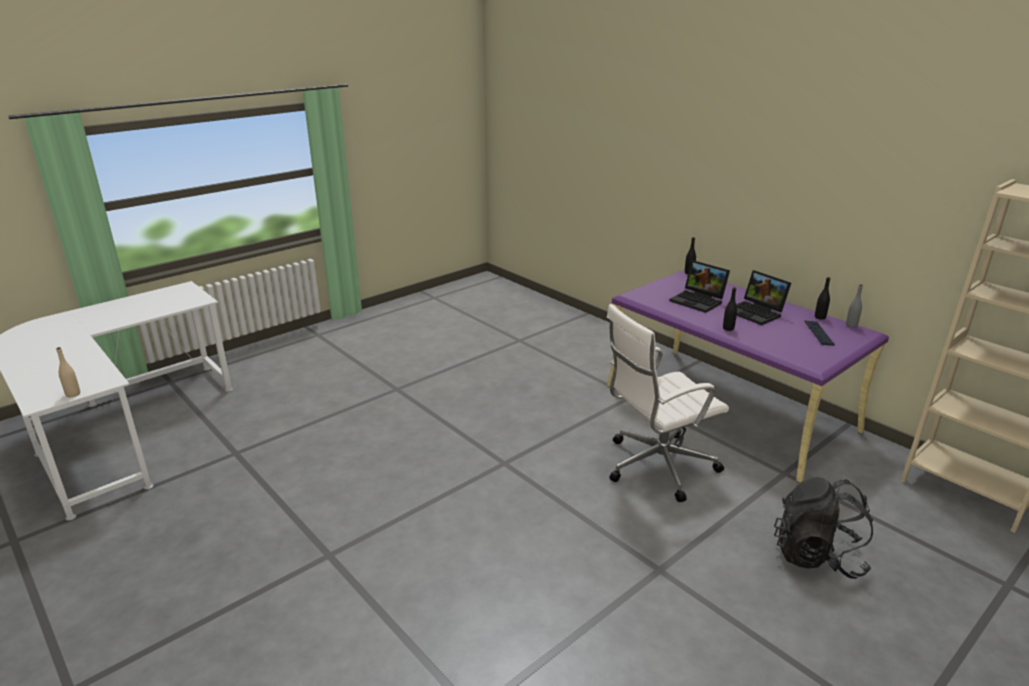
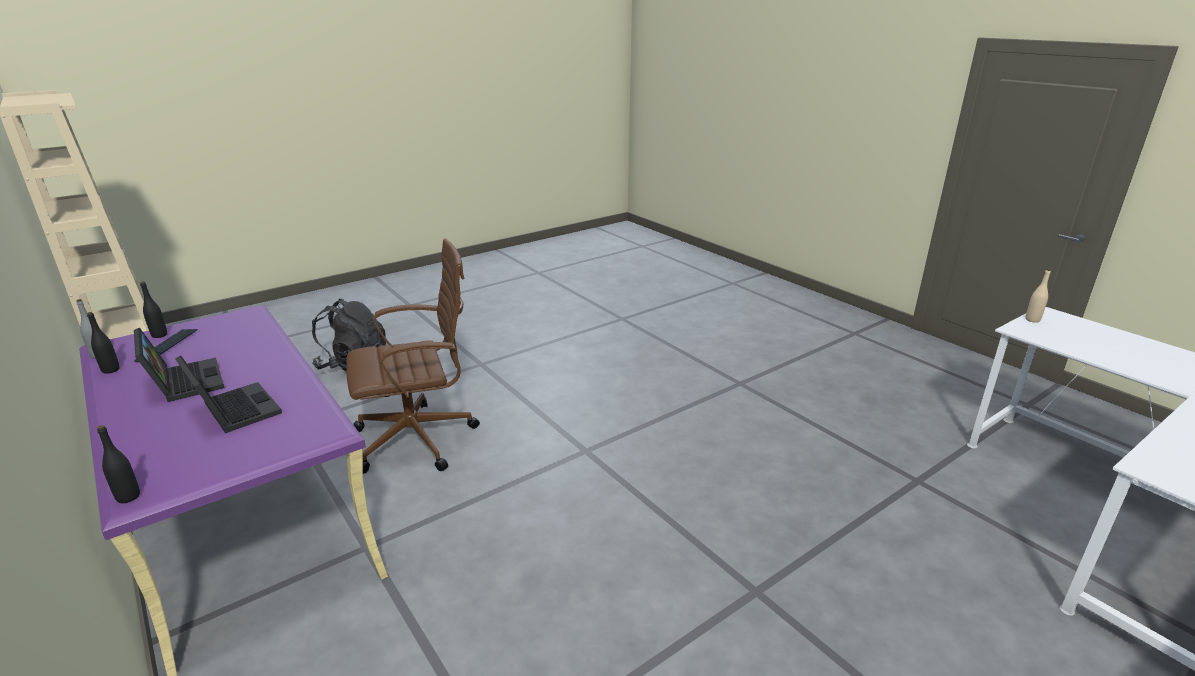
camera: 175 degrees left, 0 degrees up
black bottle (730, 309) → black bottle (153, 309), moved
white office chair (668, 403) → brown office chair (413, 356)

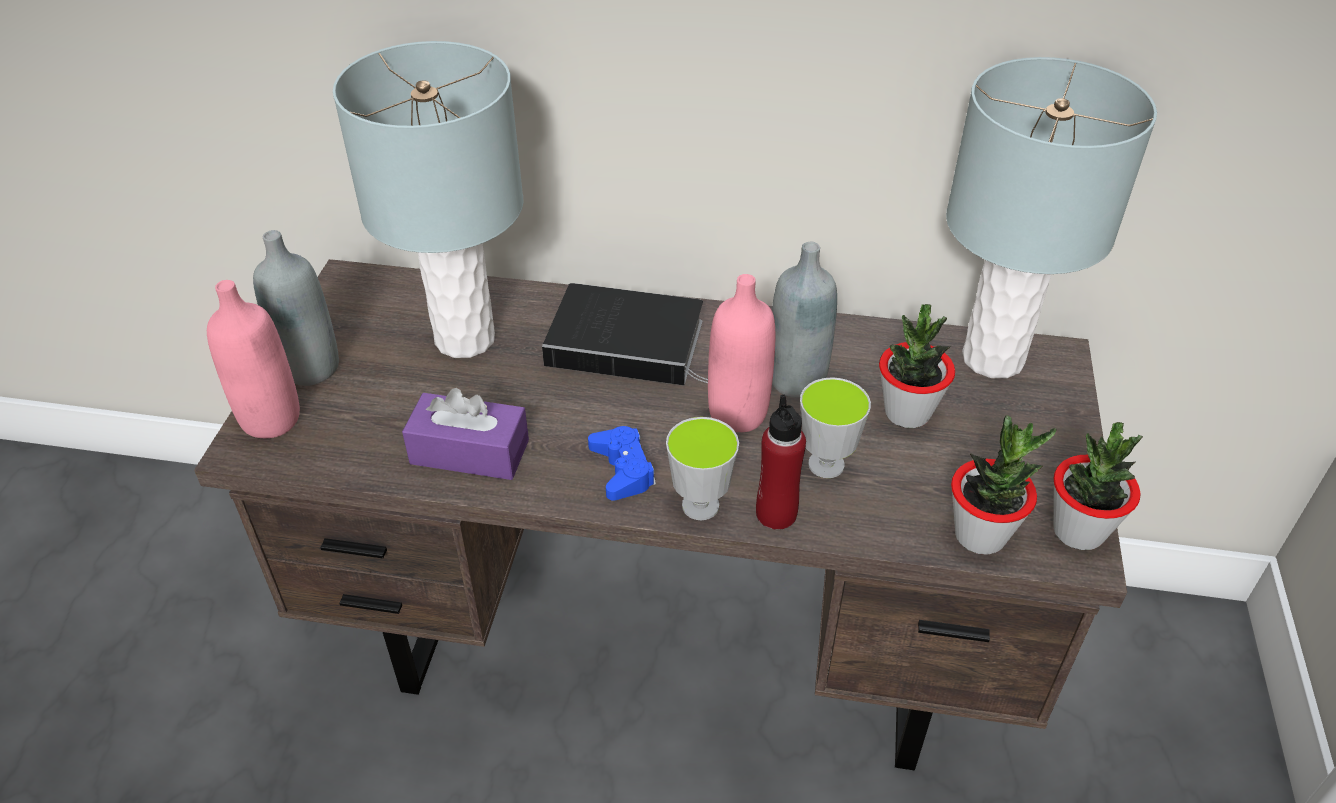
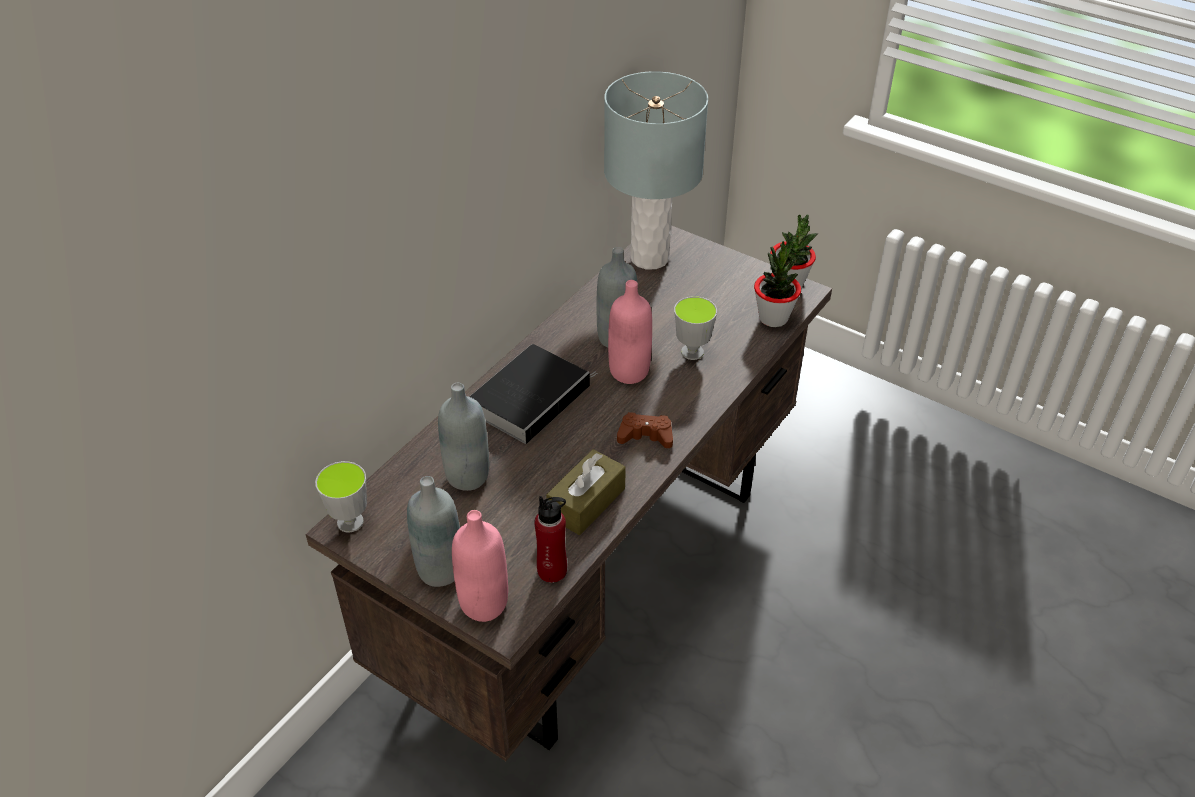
camera: 65 degrees left, 0 degrees up
cup (702, 468) → cup (341, 497), moved
grey table lamp (428, 199) → grey bottle (463, 437)
red bottle (781, 462) → red bottle (550, 539), moved
purple tissue box (465, 434) → brown tissue box (586, 492)
blue game controller (622, 463) → brown game controller (645, 430)
potted plant (917, 366) → -

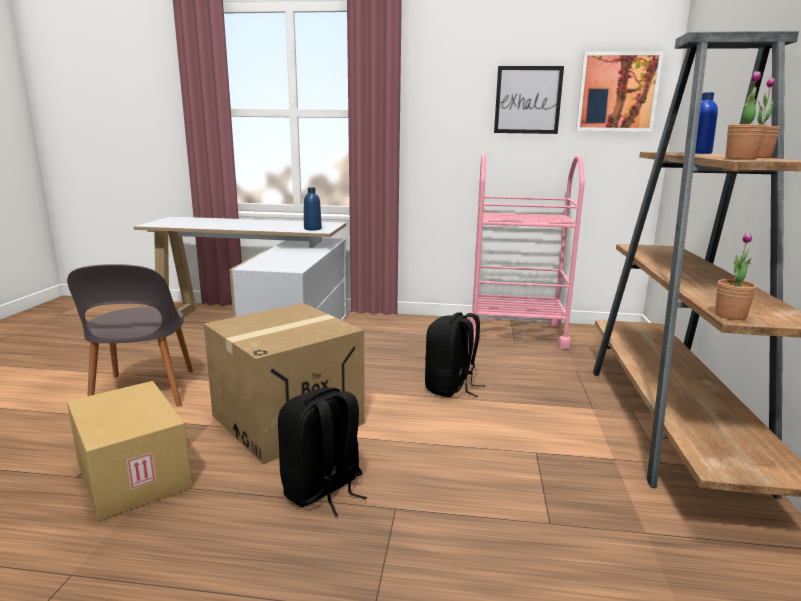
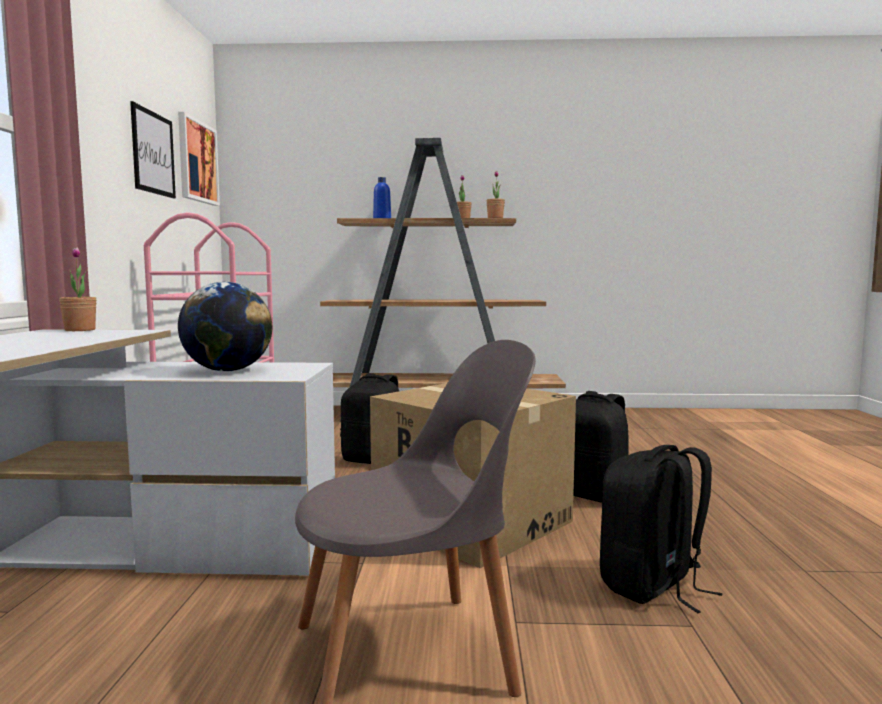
camera: 95 degrees left, 10 degrees down
potted plant (736, 276) → potted plant (78, 289), moved
- → globe (225, 326)
cardboard box (129, 451) → black backpack (661, 529)
blue bottle (313, 208) → -

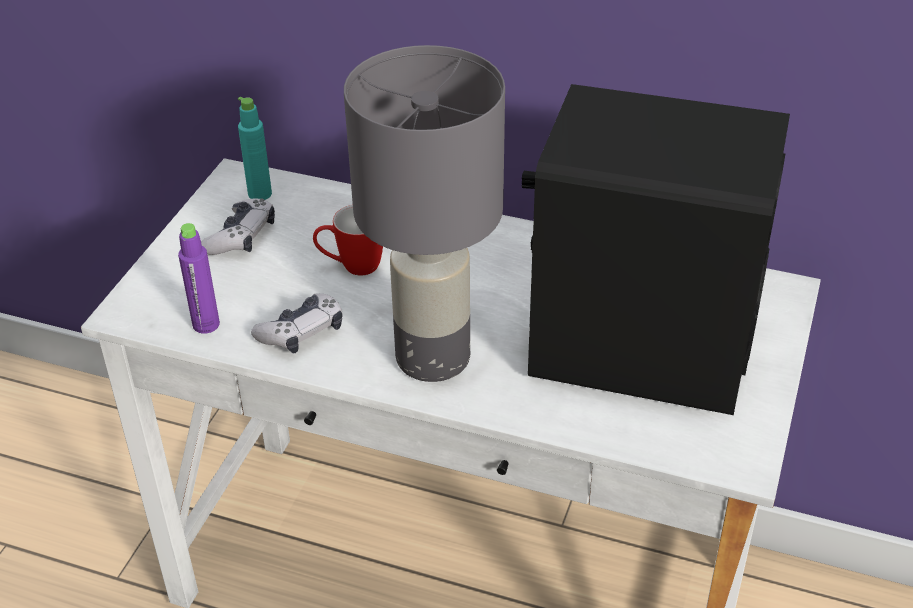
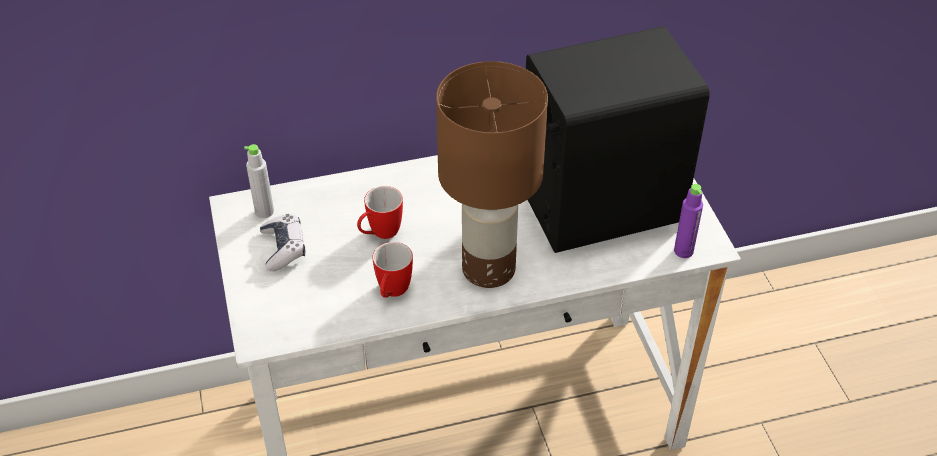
camera: 35 degrees left, 5 degrees up
turquoise bottle (255, 148) → grey bottle (259, 181)
game controller (297, 323) → mug (392, 270)
grey table lamp (424, 213) → brown table lamp (492, 174)
purple bottle (199, 278) → purple bottle (688, 221), moved

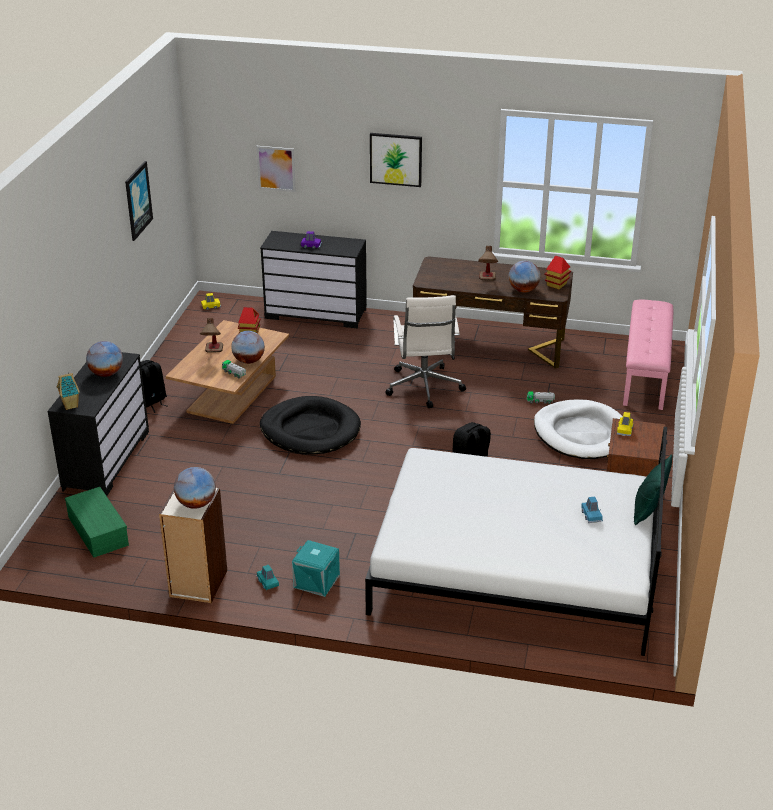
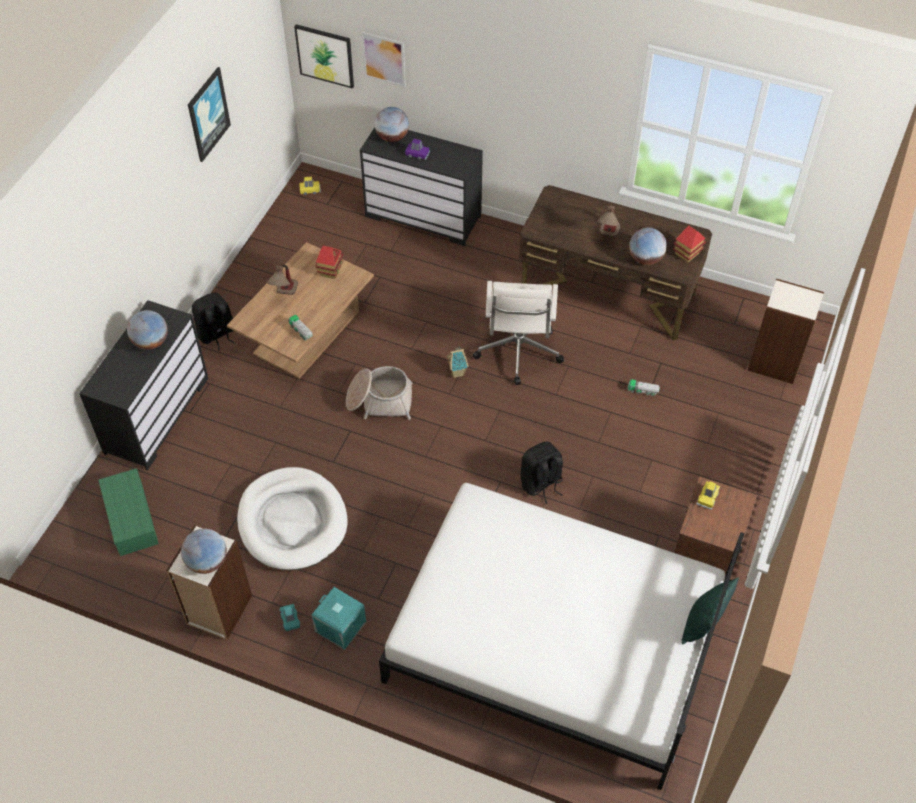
camera: 10 degrees right, 20 degrees up
white dog bed (578, 429) → white dog bed (292, 518), moved
picture (396, 160) → picture (324, 56), moved
black dog bed (310, 425) → basket (379, 393)
globe (248, 347) → globe (391, 124), moved
toy house (68, 391) → toy house (457, 361), moved
pink bench (648, 355) → bookcase (786, 331)
blue toy car (592, 509) → -

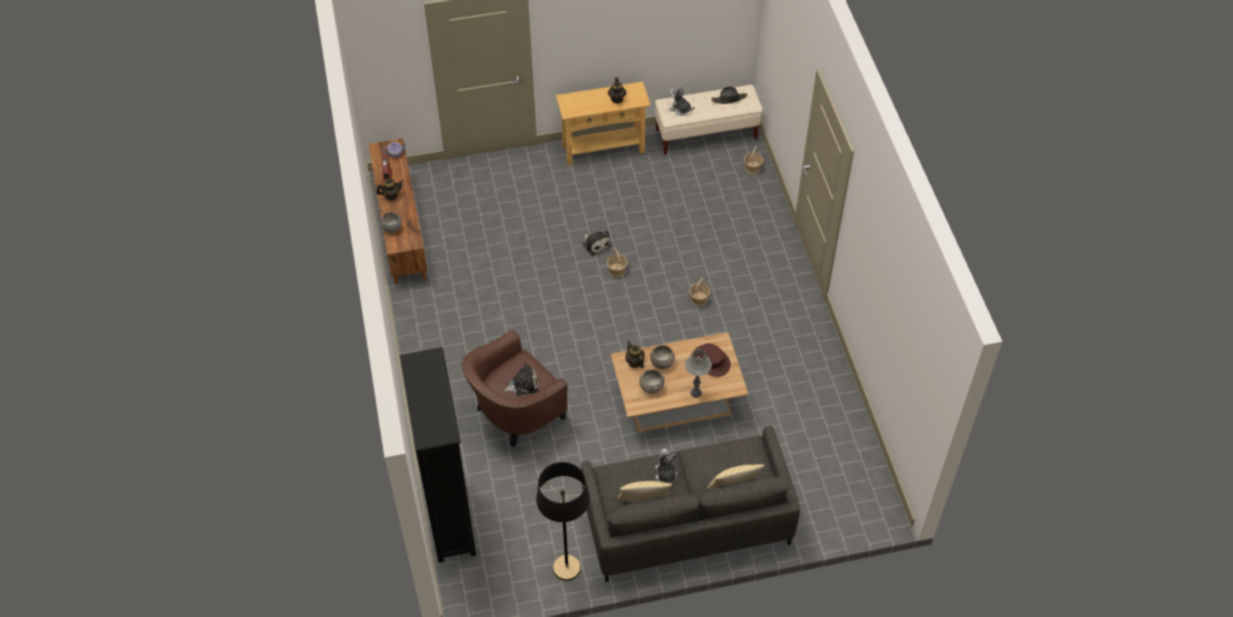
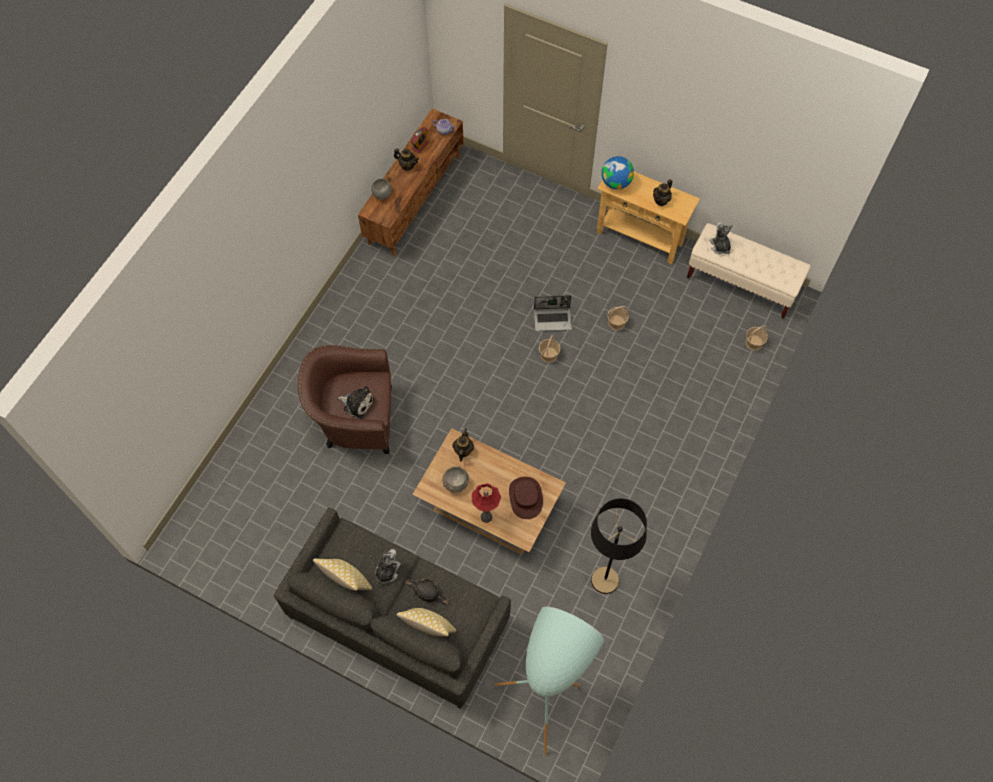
camera: 40 degrees right, 10 degrees up
black hat (729, 95) → black hat (427, 592), moved
grey table lamp (698, 373) → red table lamp (486, 503)
- → turquoise floor lamp (549, 681)
plush toy (597, 243) → laptop (553, 313)
black floor lamp (563, 521) → black floor lamp (619, 546), moved
- → globe (617, 172)
basket (699, 292) → basket (618, 318), moved
black bookcase (438, 454) → -
grey bowl (662, 357) → -

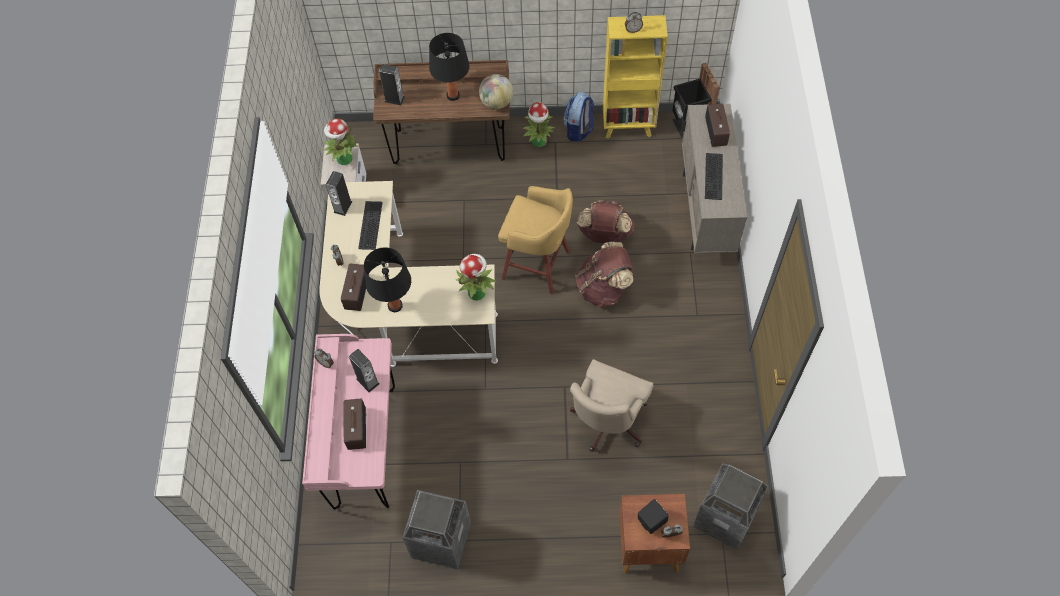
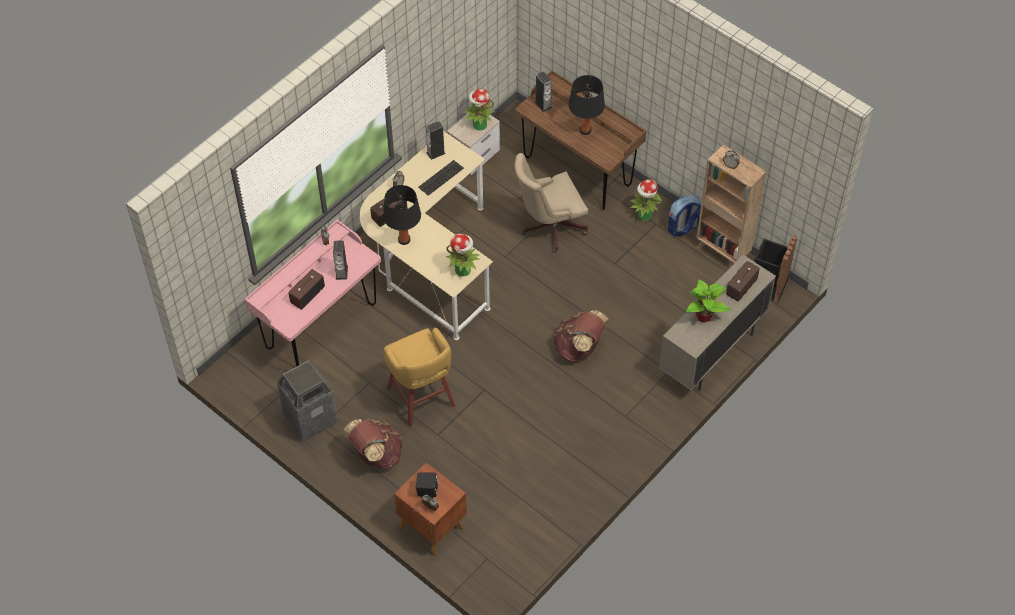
camera: 40 degrees right, 5 degrees down
brown backpack (606, 222) → brown backpack (373, 444), moved
yellow stool (535, 240) → yellow stool (419, 377), moved
beige office chair (612, 405) → beige office chair (551, 203), moved
keyboard (714, 176) → potted plant (708, 301)
yellow bookcase (635, 77) → brown bookcase (731, 205)
globe (496, 91) → -
trash can (731, 506) → -

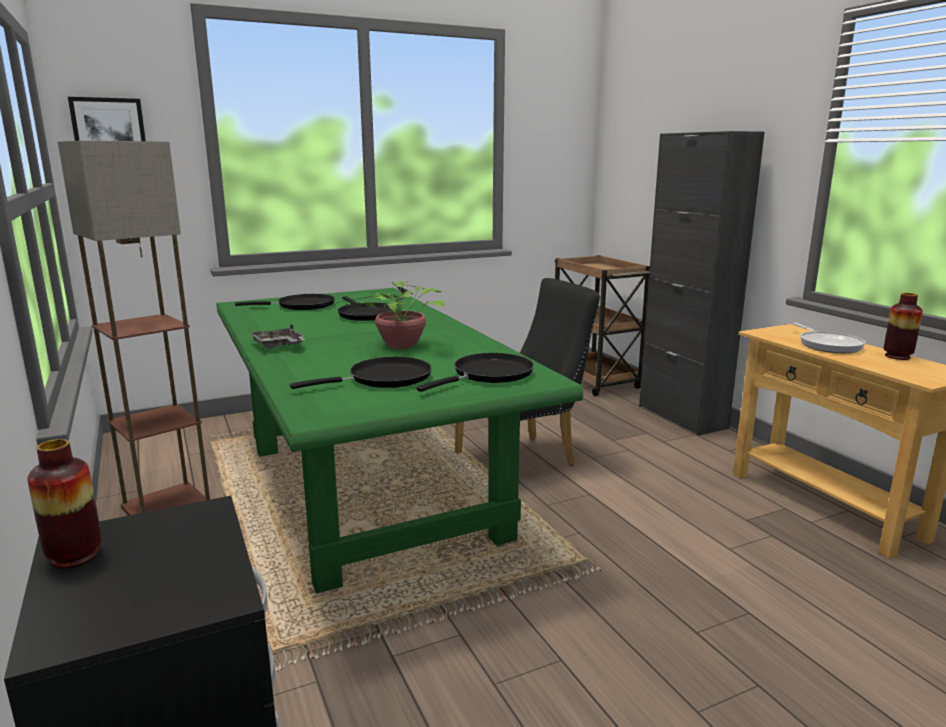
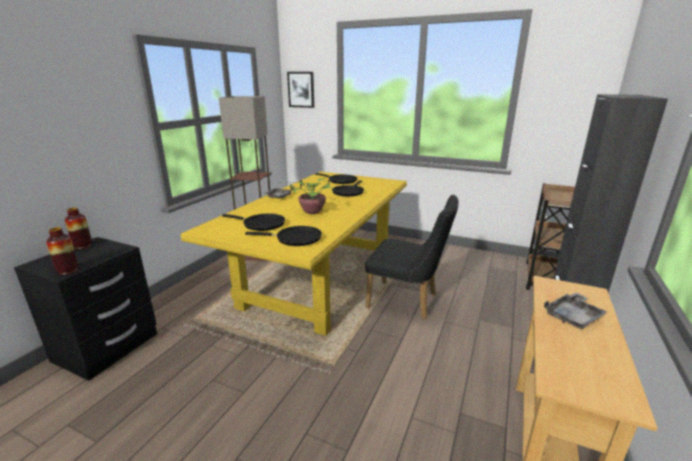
camera: 50 degrees right, 5 degrees up
vase (903, 326) → vase (62, 251), moved
green dining table (400, 441) → yellow dining table (293, 254)
frying pan (828, 338) → grey tray (575, 310)

